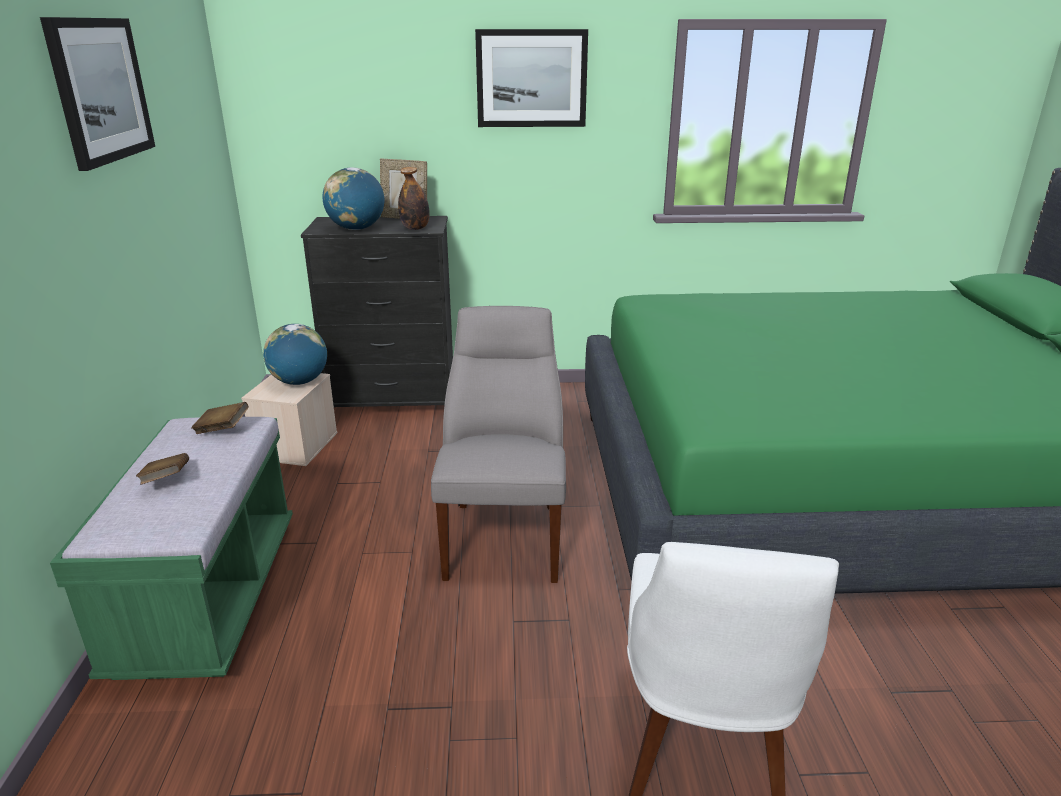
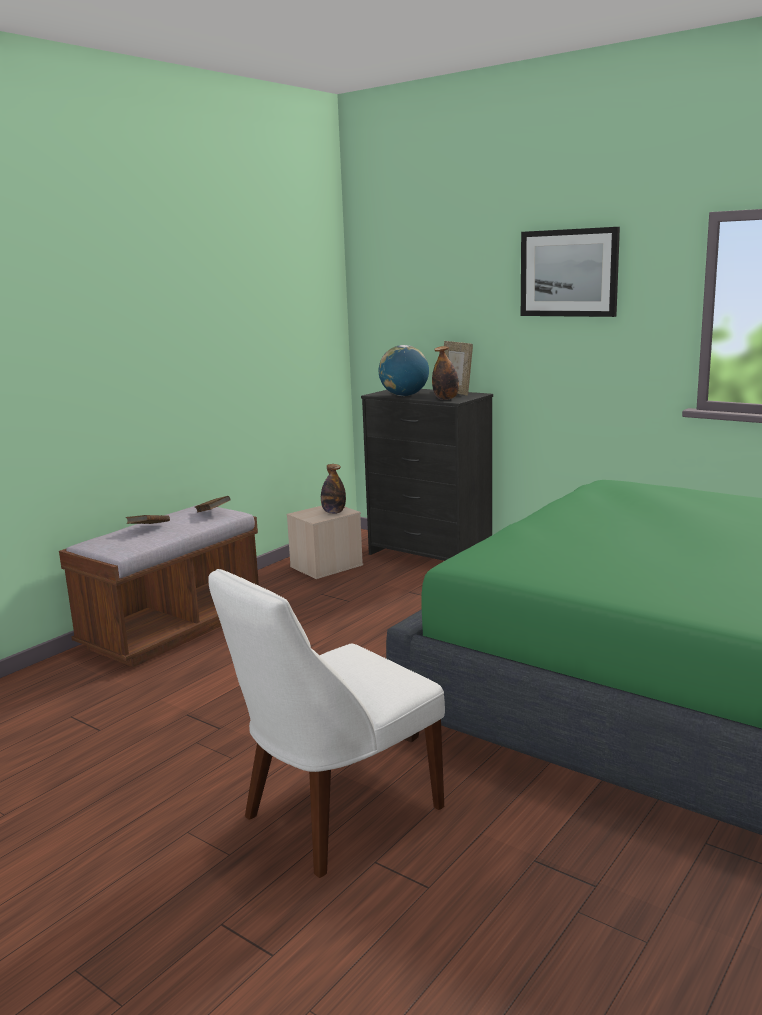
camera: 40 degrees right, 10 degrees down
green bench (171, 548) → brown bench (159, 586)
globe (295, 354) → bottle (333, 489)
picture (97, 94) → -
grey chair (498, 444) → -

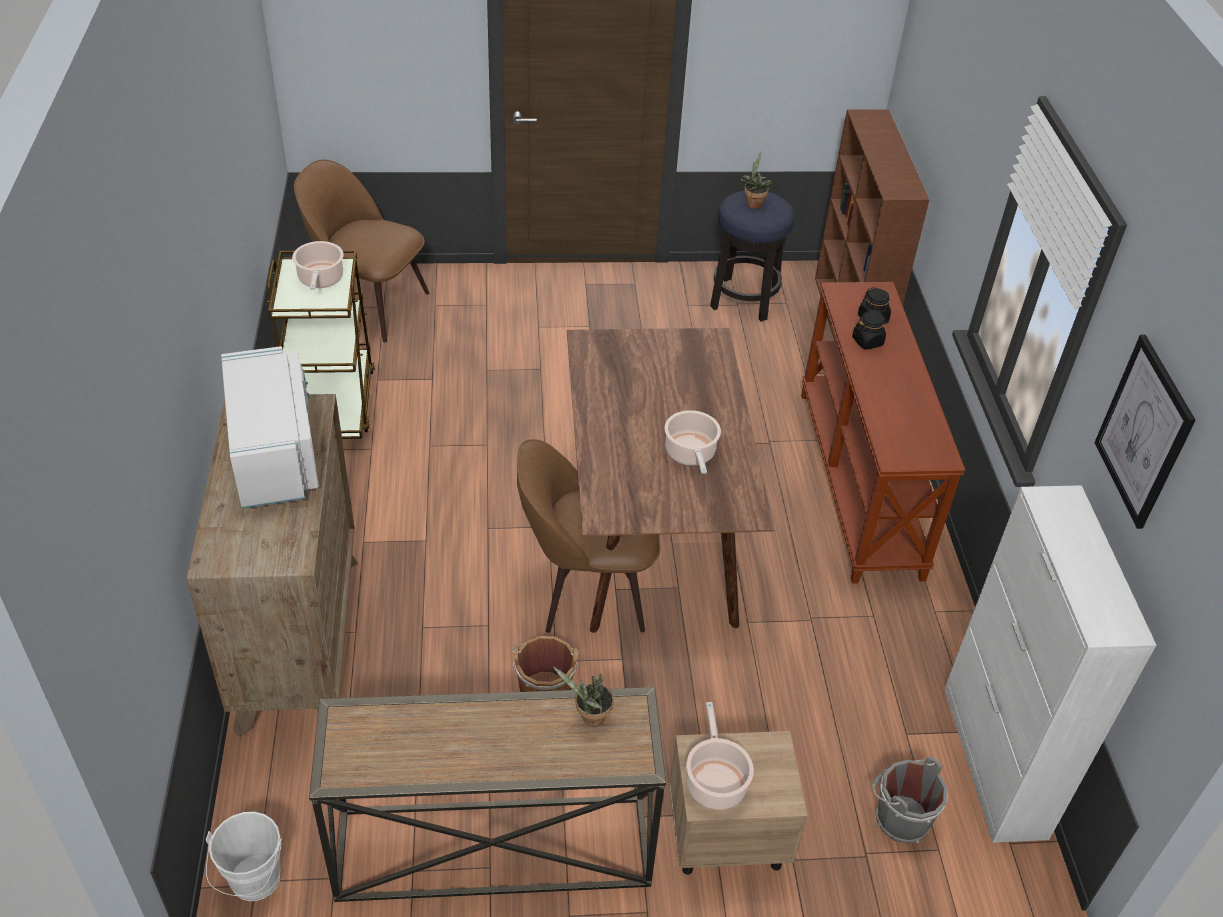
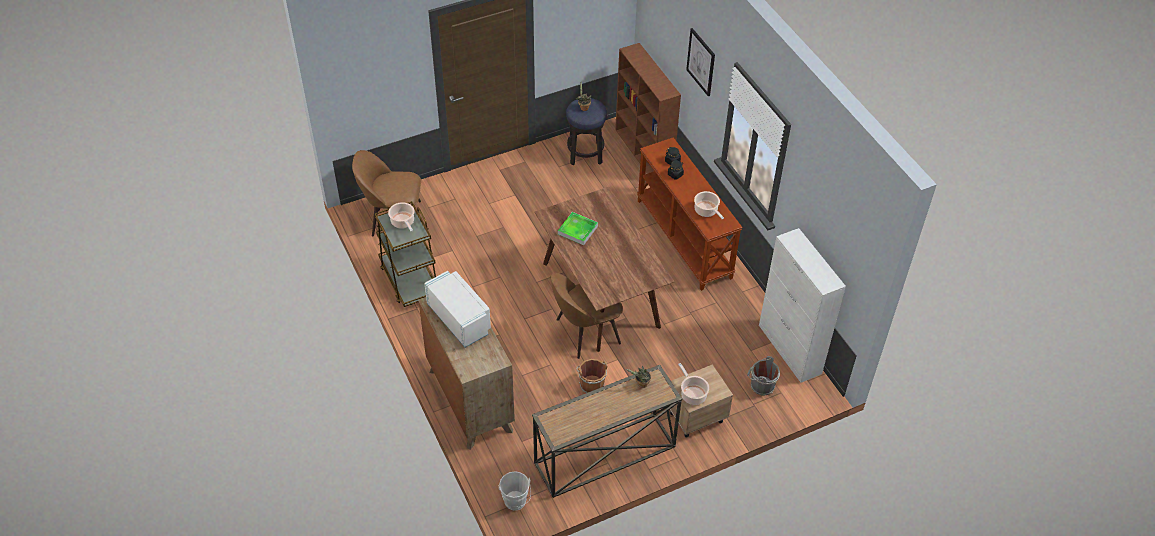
camera: 20 degrees left, 5 degrees up
- → tray (578, 228)
picture (1145, 432) → picture (700, 62), moved
cooking pot (692, 442) → cooking pot (709, 205), moved

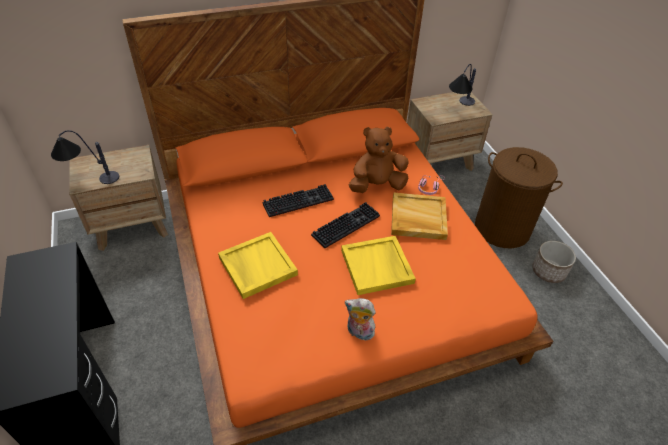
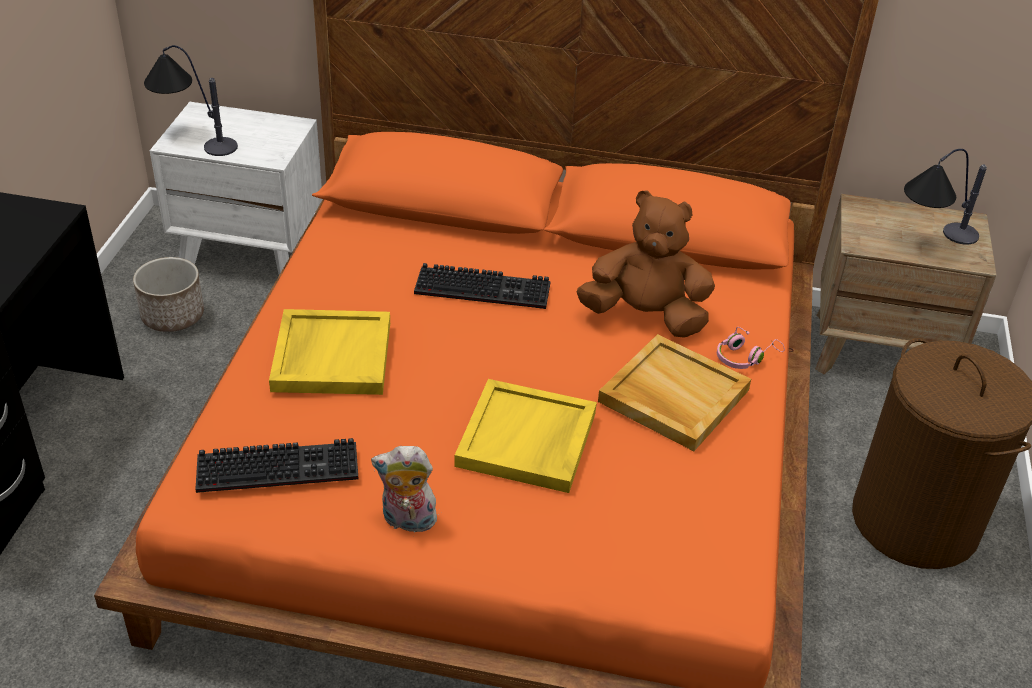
camera: 30 degrees right, 5 degrees down
planter (554, 262) → planter (168, 294), moved
brown nightstand (118, 198) → white nightstand (236, 188)
keyboard (345, 225) → keyboard (277, 465), moved
plush toy (360, 319) → plush toy (405, 489), 45 degrees counterclockwise

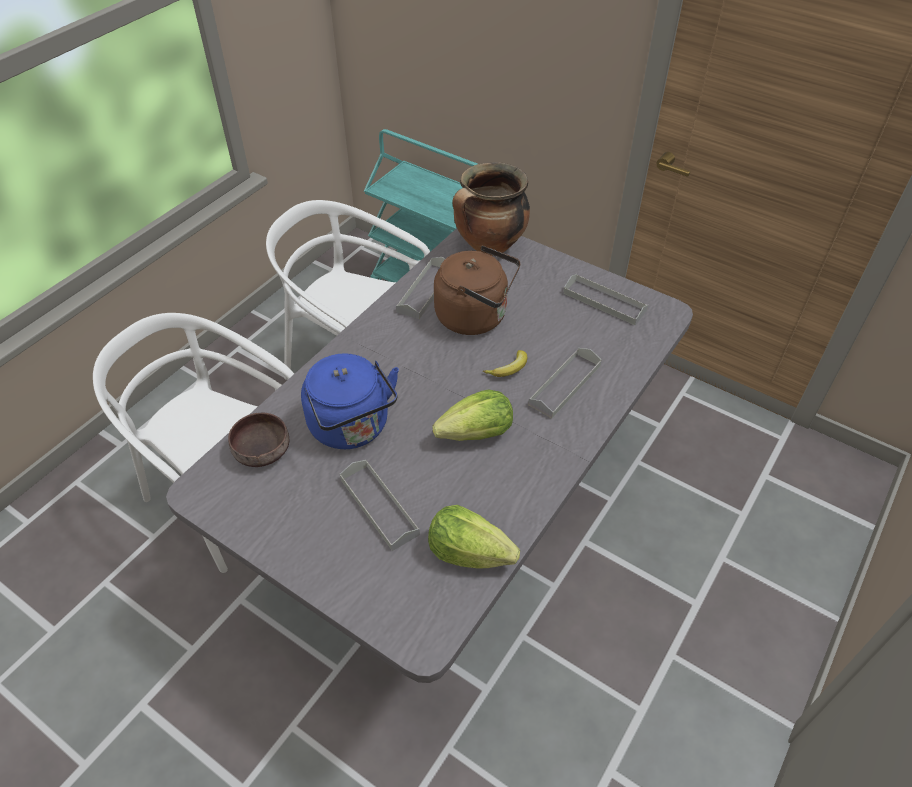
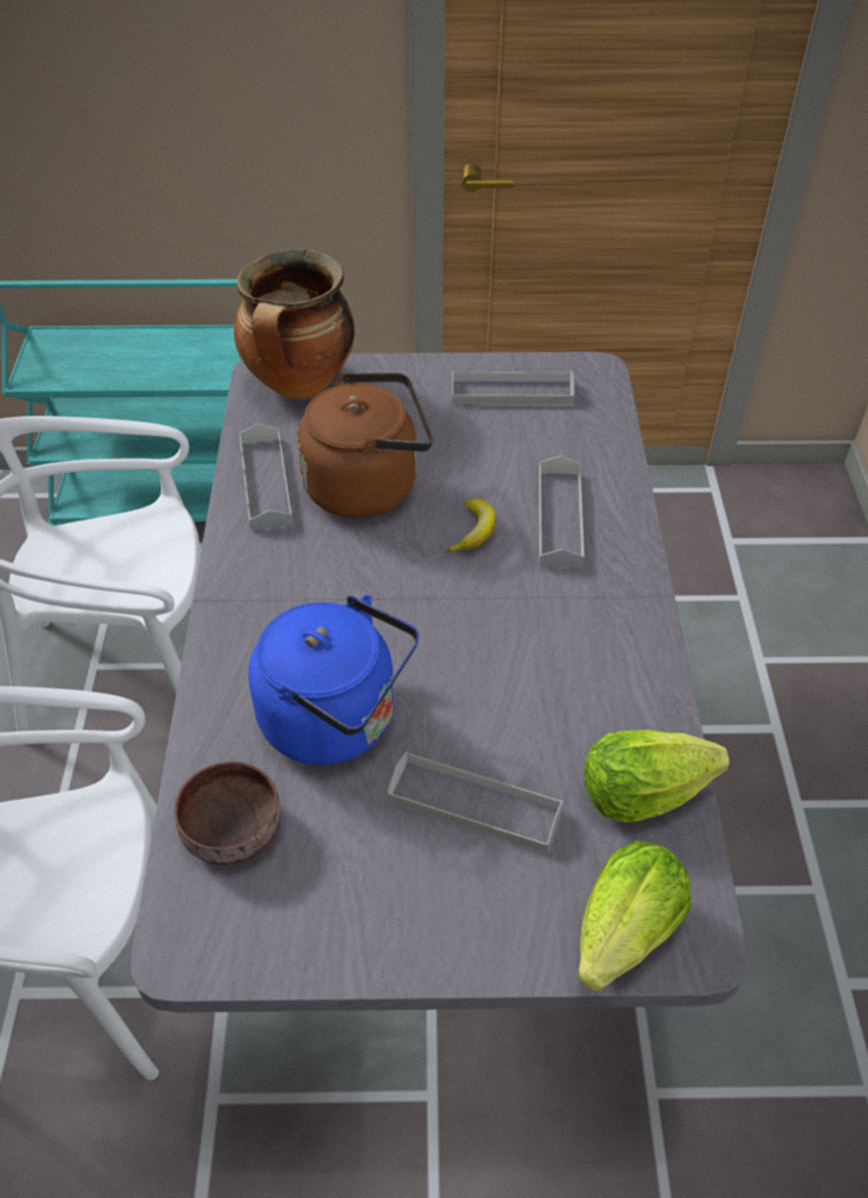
camera: 35 degrees left, 0 degrees up
lettuce (472, 415) → lettuce (634, 916), moved

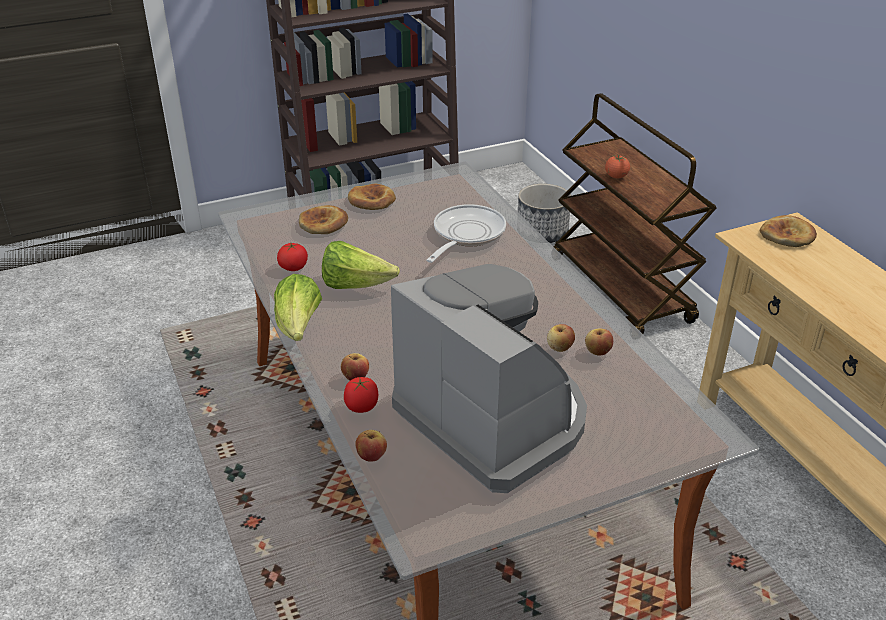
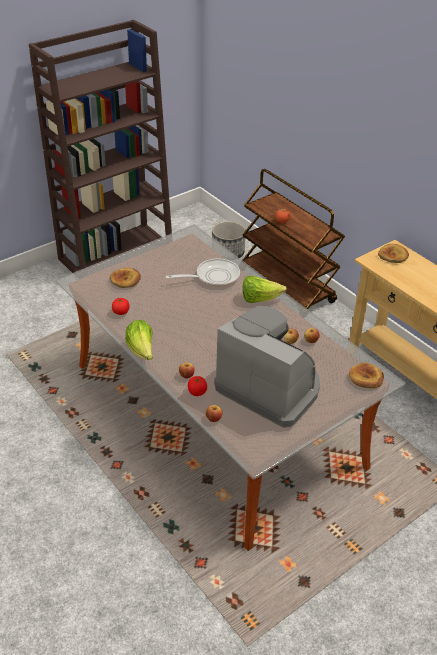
camera: 15 degrees left, 5 degrees up
frying pan (466, 233) → frying pan (202, 272), 60 degrees clockwise
lettuce (361, 265) → lettuce (265, 289), moved
bread (372, 197) → bread (366, 375), moved

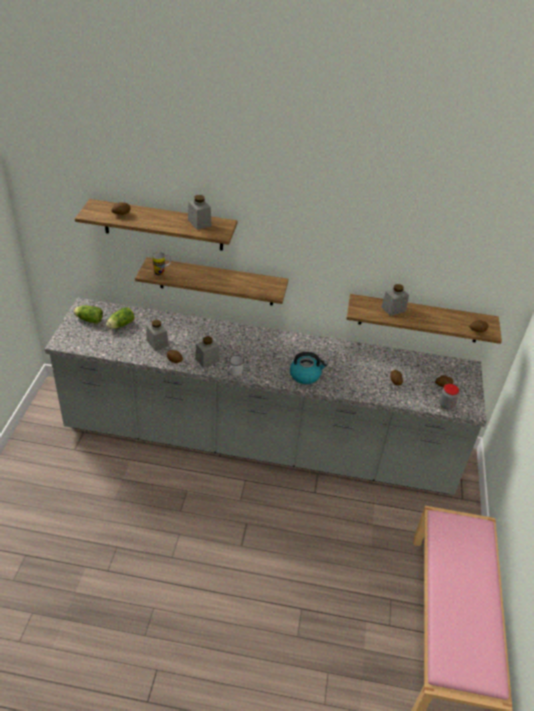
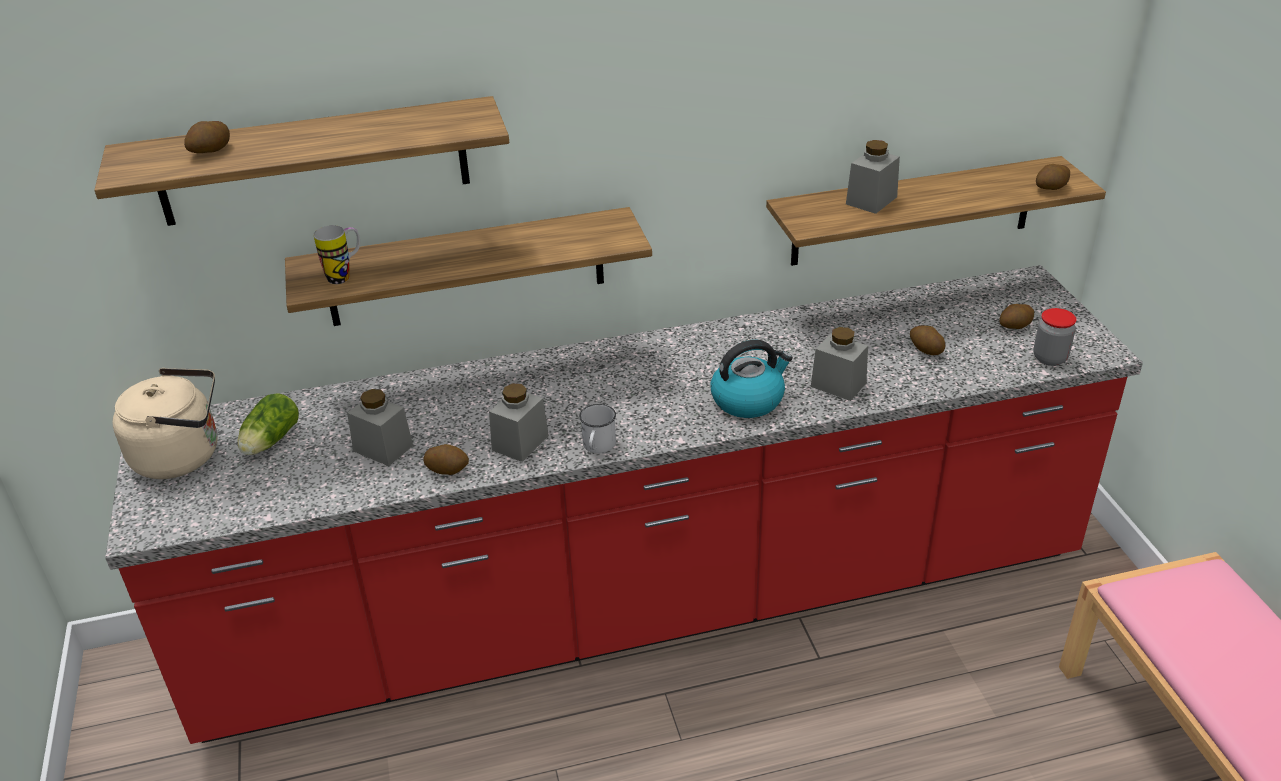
camera: 20 degrees left, 5 degrees down
grey counter (265, 396) → red counter (624, 504)
lettuce (88, 314) → beige kettle (165, 423)
grey jar (199, 212) → grey jar (839, 364), moved

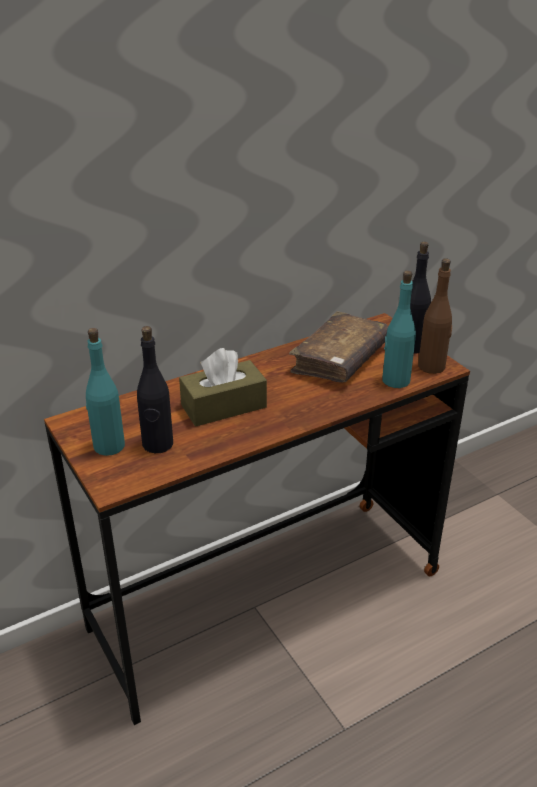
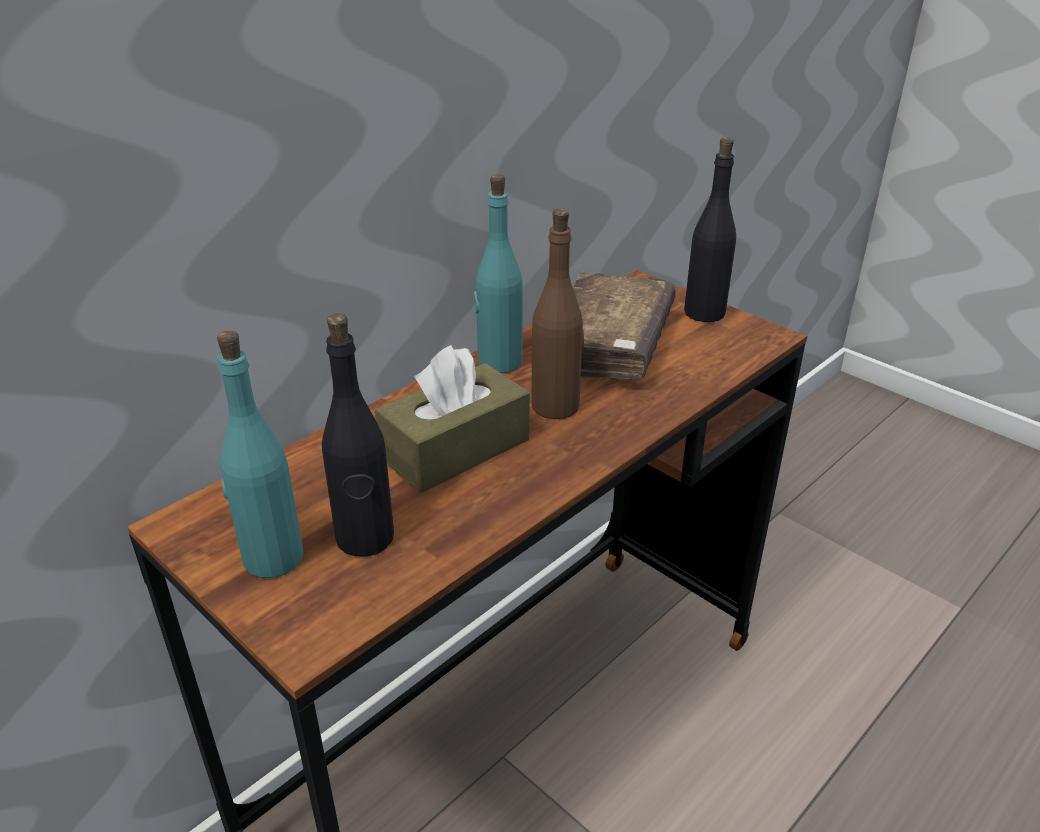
camera: 15 degrees left, 0 degrees up
turquoise bottle (399, 329) → turquoise bottle (498, 273), moved
brown bottle (435, 316) → brown bottle (557, 313), moved

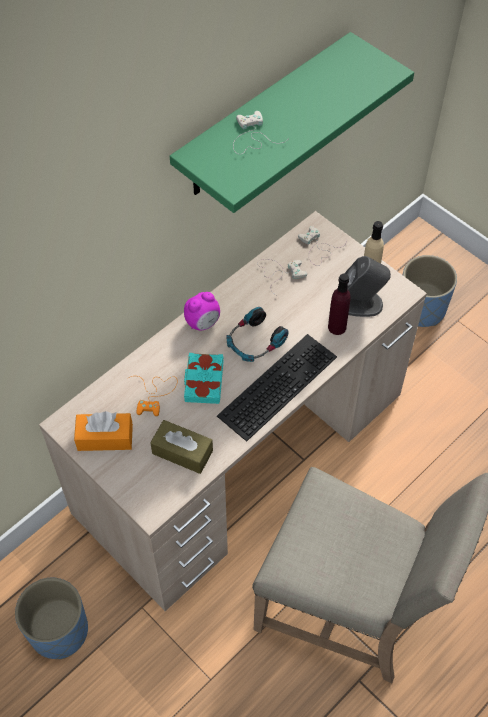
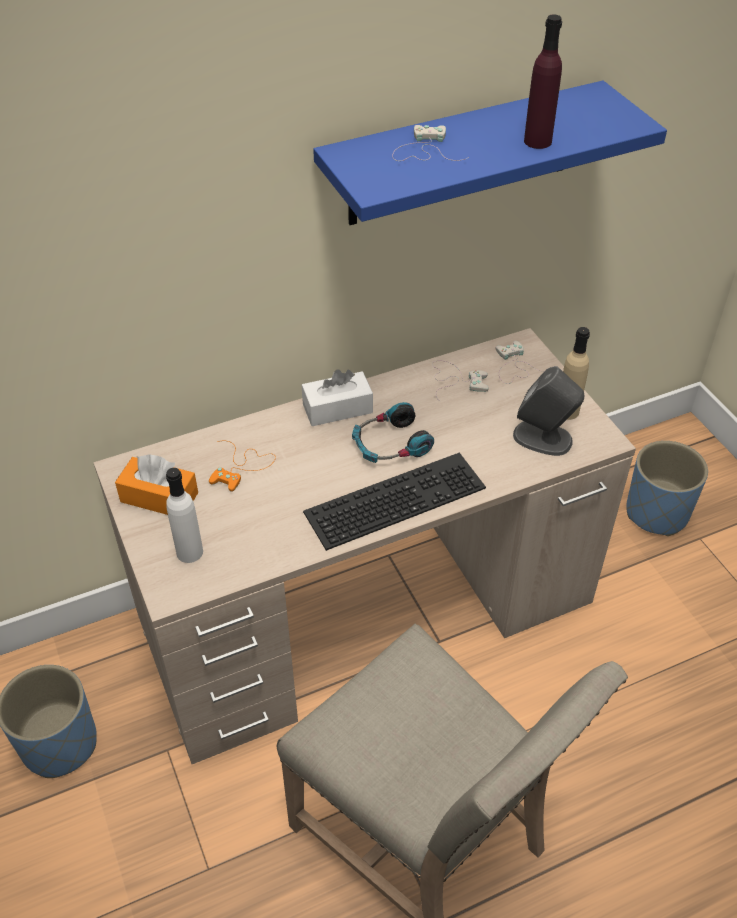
camera: 20 degrees right, 10 degrees down
- → white bottle (184, 515)
alarm clock (202, 311) → white tissue box (337, 397)
green shelf (292, 122) → blue shelf (490, 153)
purple bottle (339, 304) → purple bottle (543, 82), moved
brown tissue box (181, 447) → -
turquoise book (204, 378) → -

